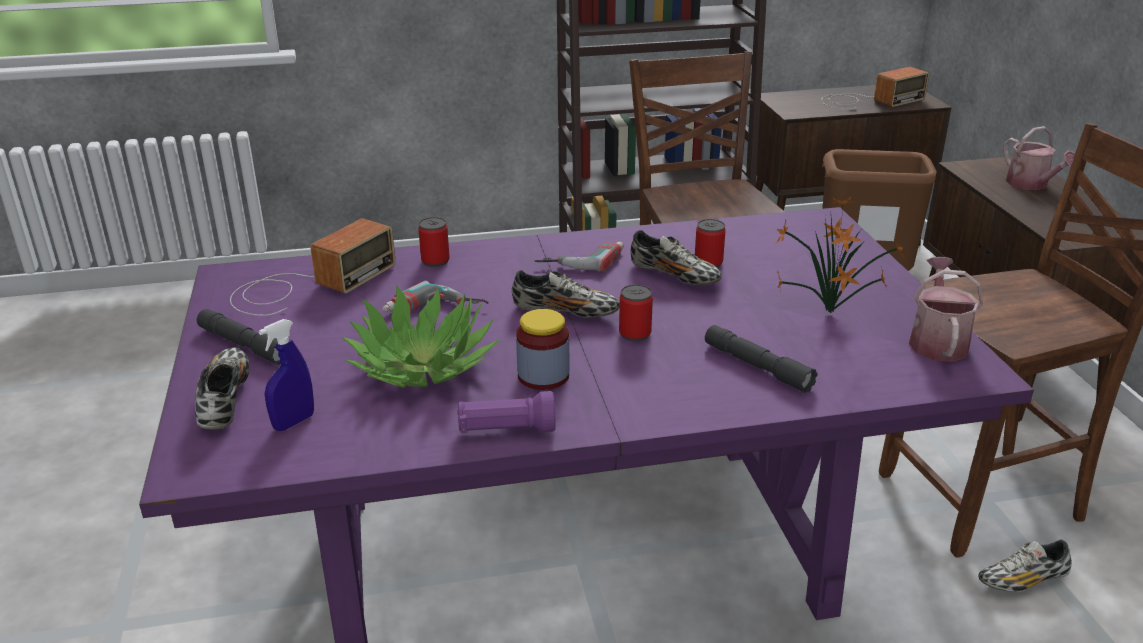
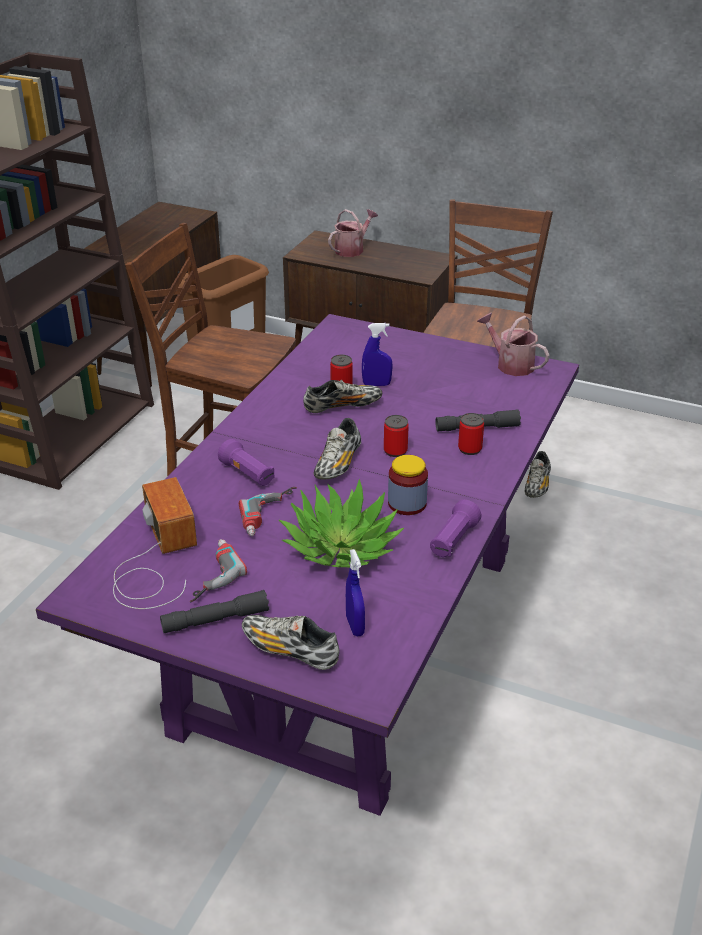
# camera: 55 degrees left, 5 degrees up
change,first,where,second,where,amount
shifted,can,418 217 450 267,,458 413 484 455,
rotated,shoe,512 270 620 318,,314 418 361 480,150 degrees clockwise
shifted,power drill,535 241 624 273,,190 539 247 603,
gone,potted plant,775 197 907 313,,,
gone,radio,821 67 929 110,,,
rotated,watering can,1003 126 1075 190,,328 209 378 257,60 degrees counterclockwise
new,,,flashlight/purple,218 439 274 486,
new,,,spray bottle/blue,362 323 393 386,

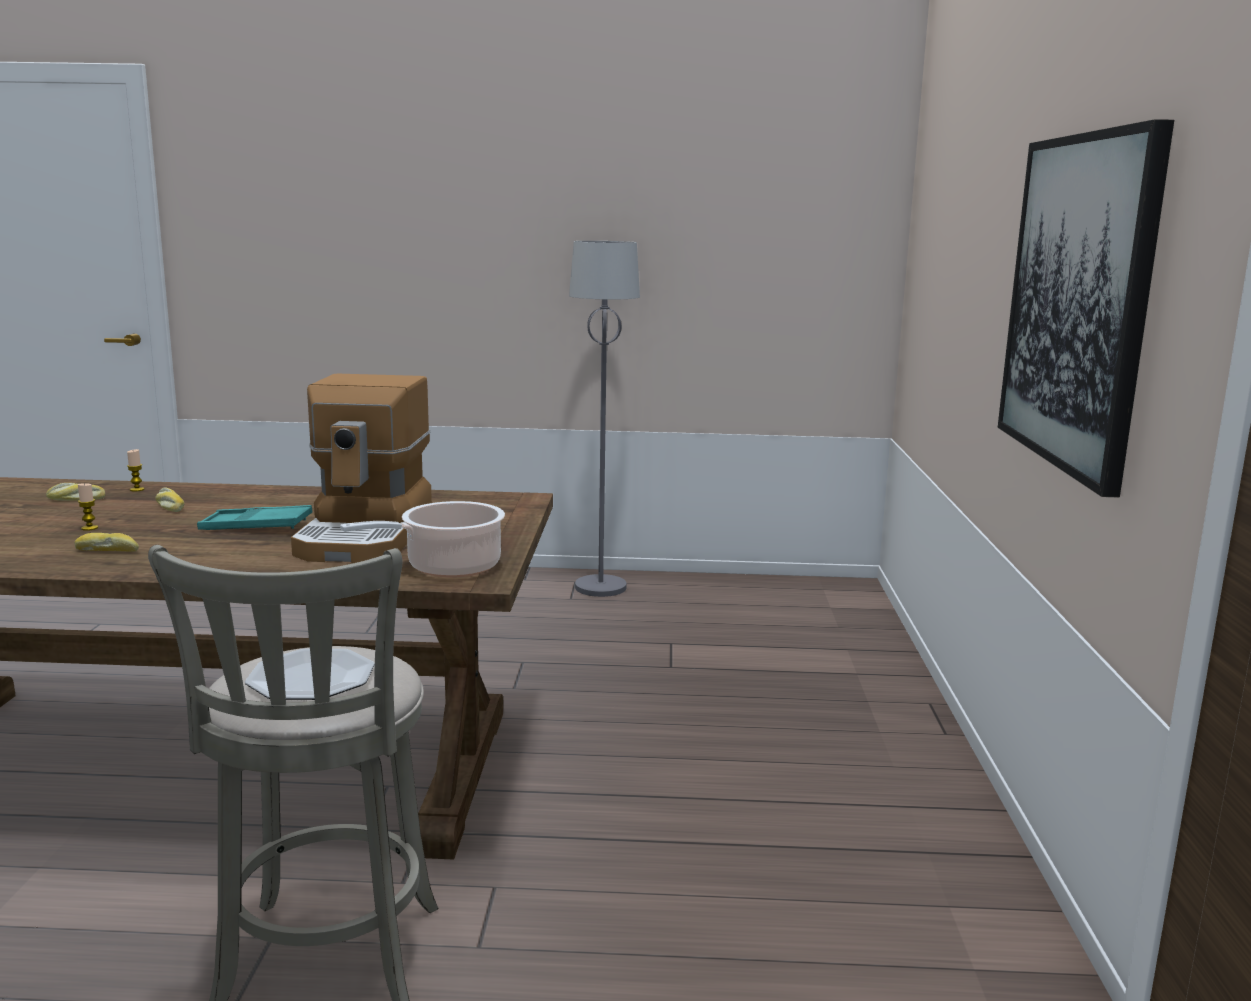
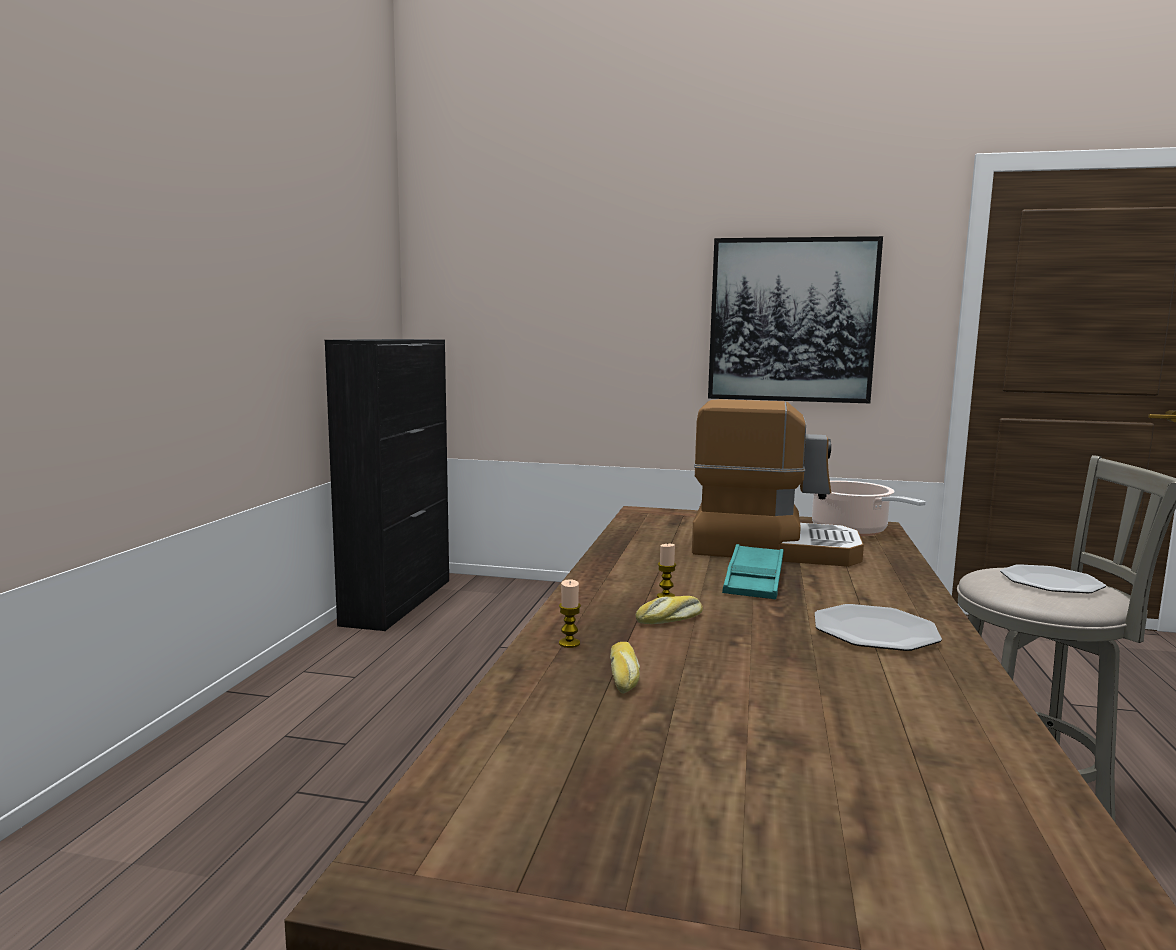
# camera: 80 degrees left, 5 degrees down
change,first,where,second,where,amount
swapped,bread,74 533 139 552,plate,815 604 942 651,
shifted,candle,78 483 98 531,,657 543 676 598,
gone,floor lamp/grey,569 241 640 597,,,
new,,,cabinet/black,325 339 449 631,

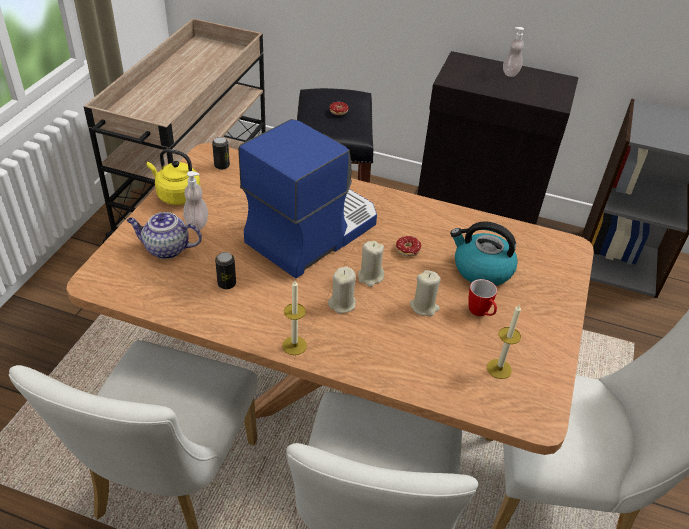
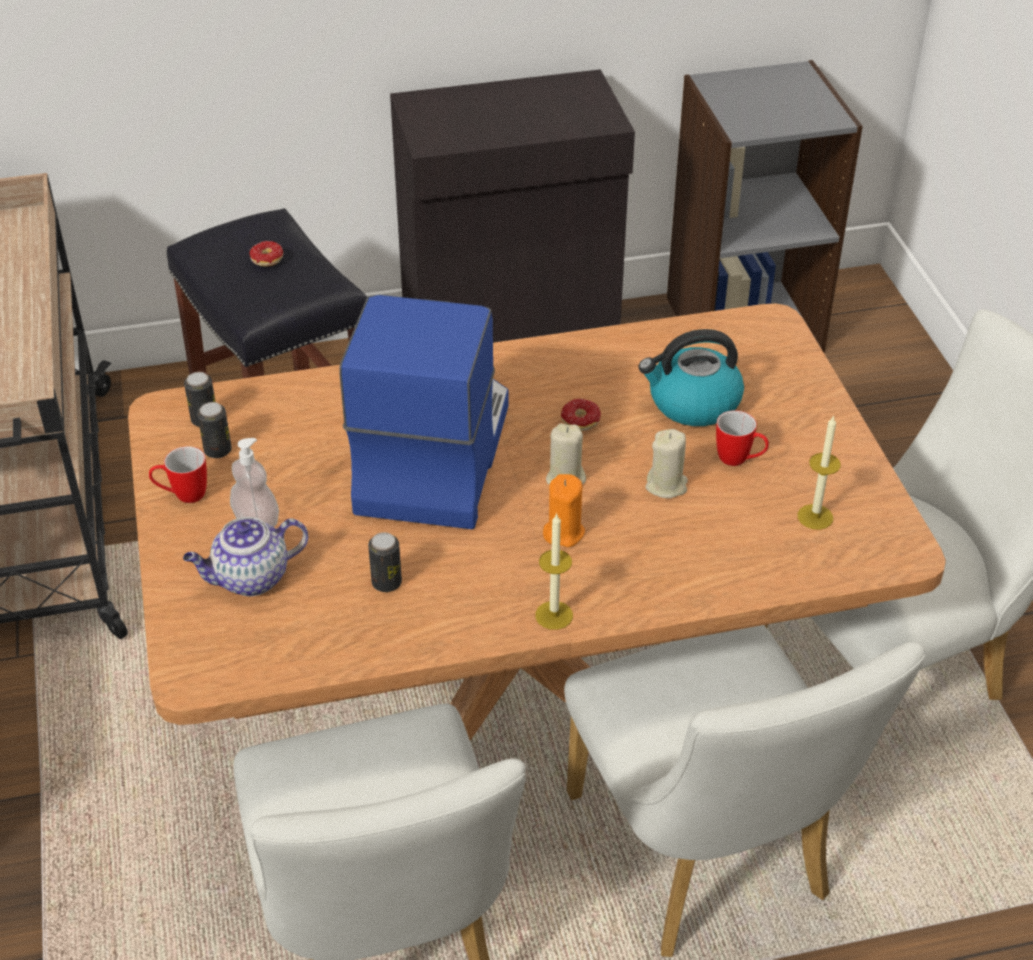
# camera: 30 degrees left, 0 degrees up
change,first,where,second,where,amount
swapped,kettle/yellow,147 149 200 205,mug,149 446 207 503,
repainted,candle/beige,328 267 356 314,candle/orange,543 474 585 547,
gone,soap dispenser,503 27 524 77,,,
new,,,can,197 402 232 458,

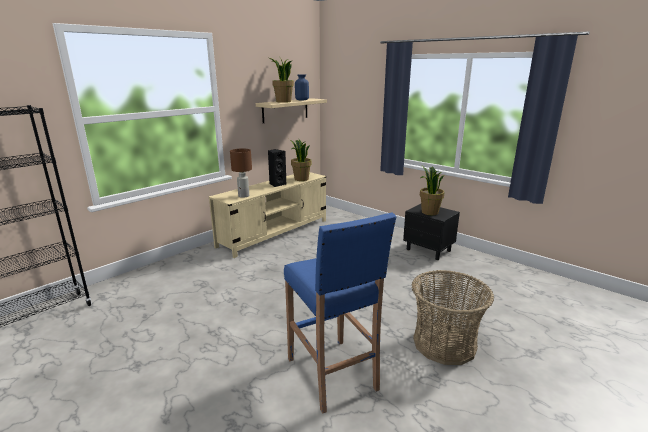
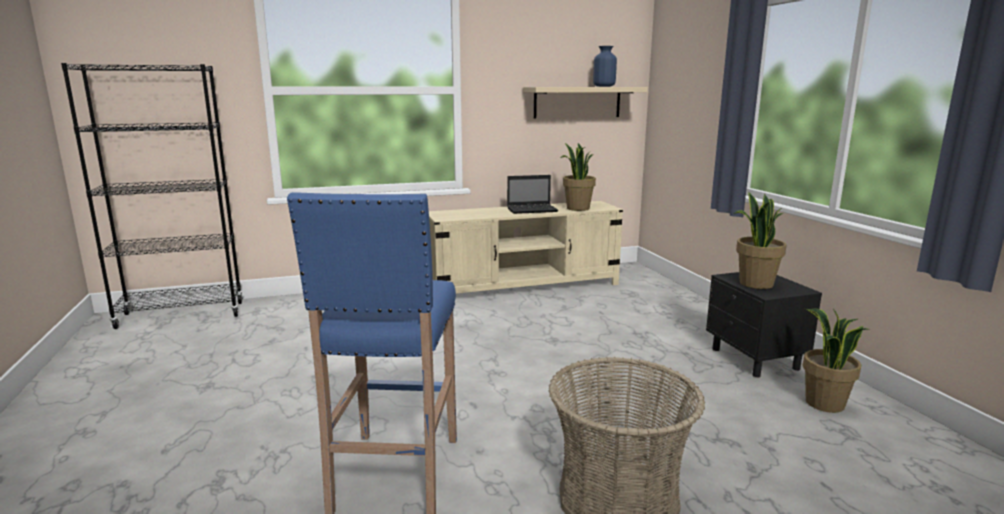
# camera: 30 degrees right, 5 degrees down
change,first,where,second,where,amount
gone,table lamp/brown,230 148 252 198,,,
swapped,speaker/black,268 149 286 187,laptop,507 175 558 214,
shifted,potted plant,269 58 294 103,,802 308 869 413,

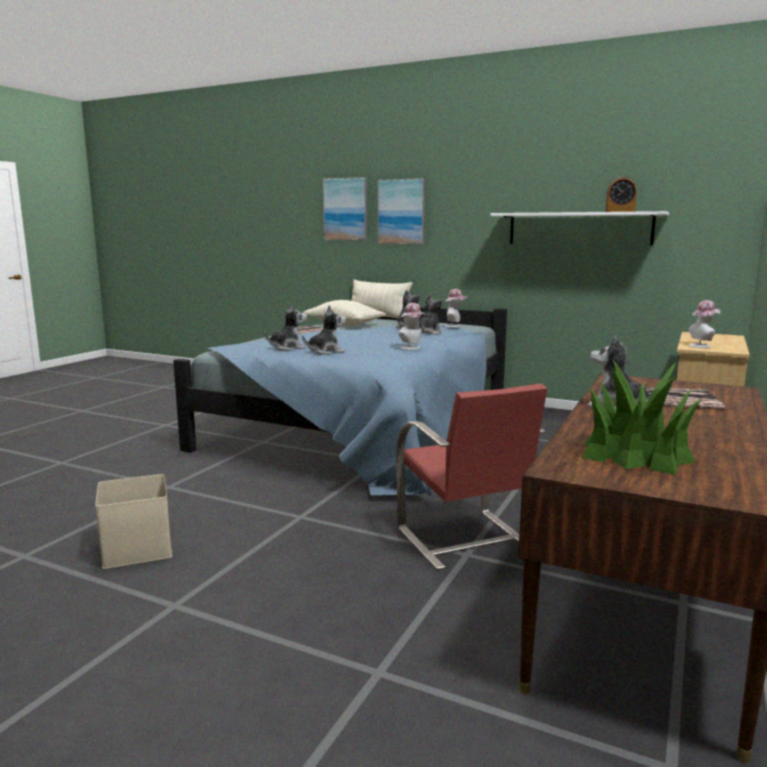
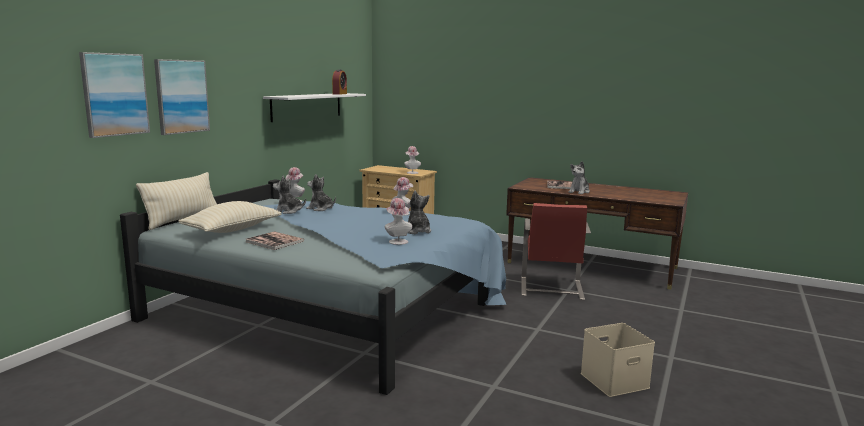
# camera: 90 degrees left, 0 degrees up
change,first,where,second,where,amount
swapped,plush toy,264 303 307 351,hat,384 198 412 245,
rotated,chair/red,396 384 547 570,,521 203 591 300,120 degrees clockwise
gone,potted plant,582 359 702 475,,,

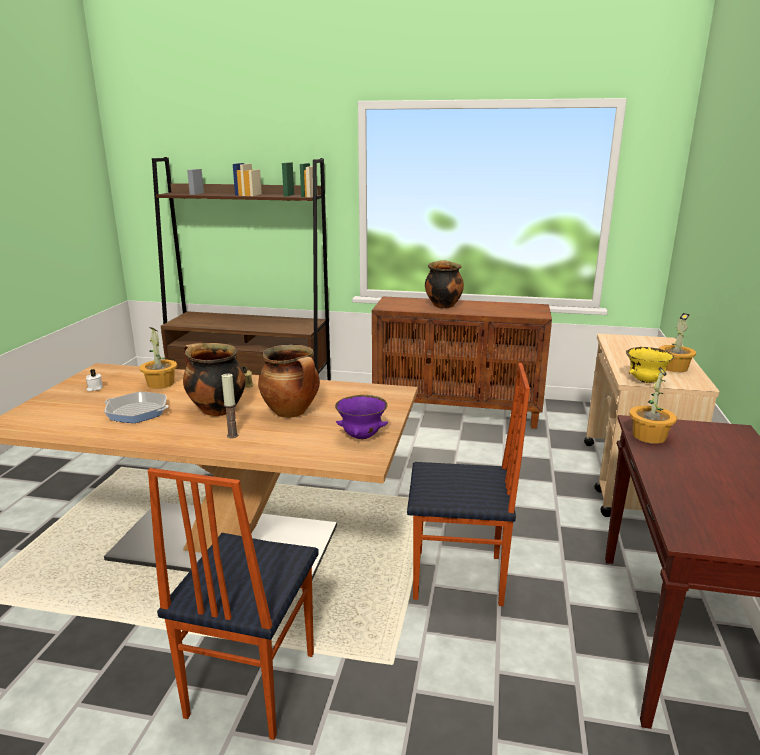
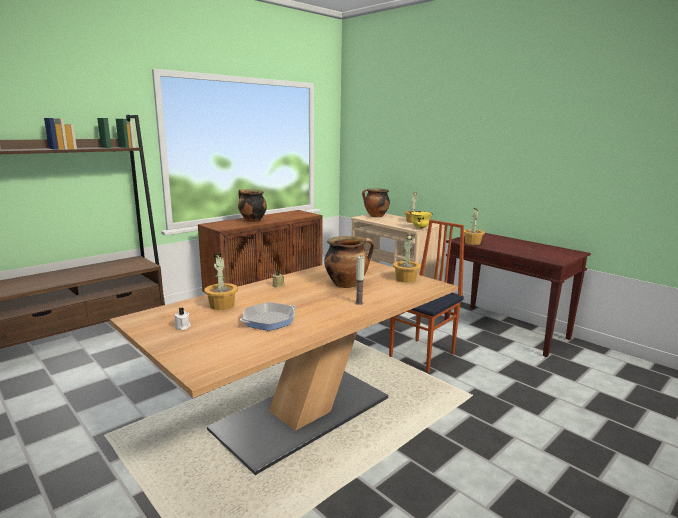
# camera: 55 degrees left, 5 degrees down
change,first,where,second,where,amount
gone,chair,147 468 319 740,,,
shifted,cooking pot,183 343 246 416,,362 188 390 217,
swapped,bowl/purple,335 395 388 439,potted plant,393 234 421 283,

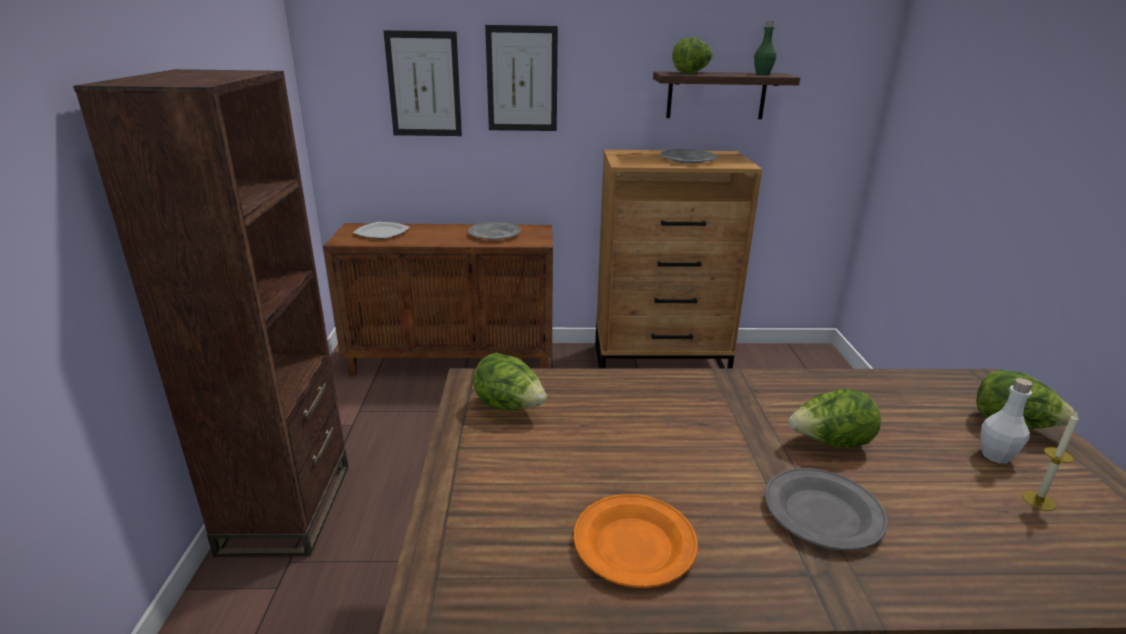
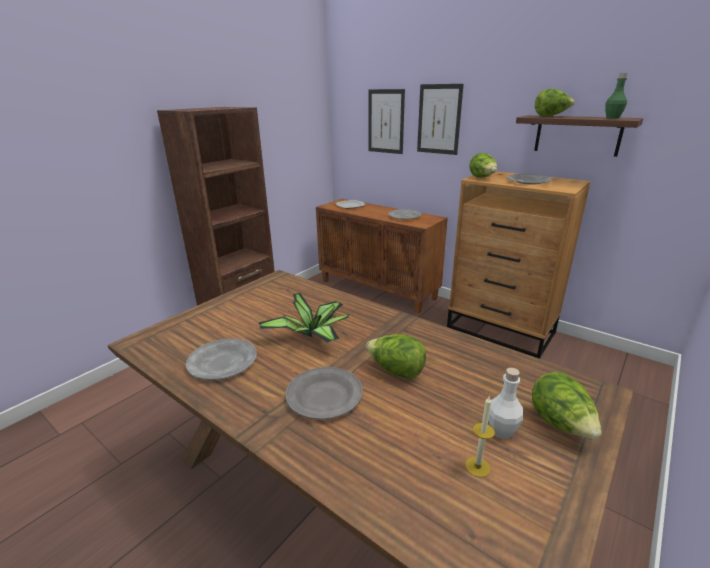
# camera: 40 degrees right, 0 degrees up
change,first,where,second,where,amount
shifted,lettuce,473 353 547 410,,469 153 497 178,
repainted,plate/orange,574 494 698 588,plate/grey,186 338 257 380,
new,,,potted plant,259 293 349 343,

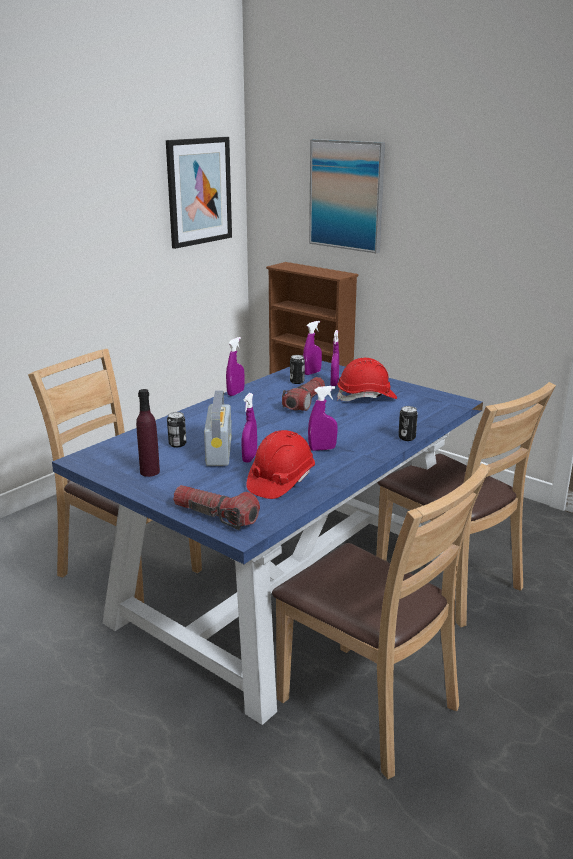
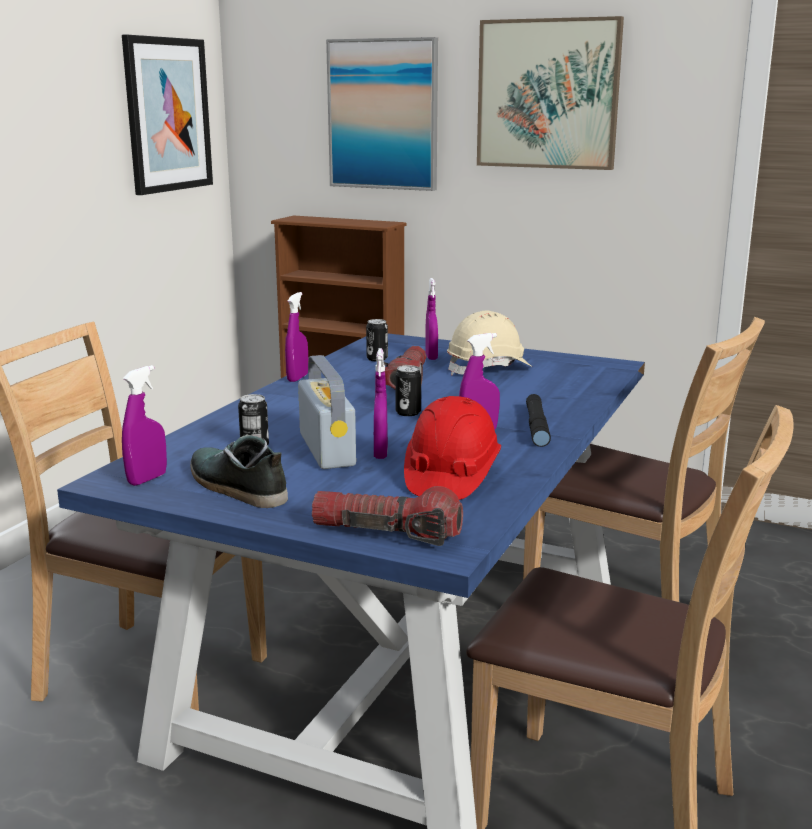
# camera: 15 degrees left, 5 degrees down
change,first,where,second,where,amount
swapped,bottle/purple,136 389 160 477,shoe,190 435 288 508,
shifted,spray bottle/purple,303 321 322 375,,122 365 167 486,
repainted,hard hat/red,337 358 397 401,hard hat/beige,447 311 532 376,
shifted,can,398 406 418 441,,395 365 421 416,
new,,,picture,477 16 624 170,
new,,,flashlight/black,526 394 551 447,

